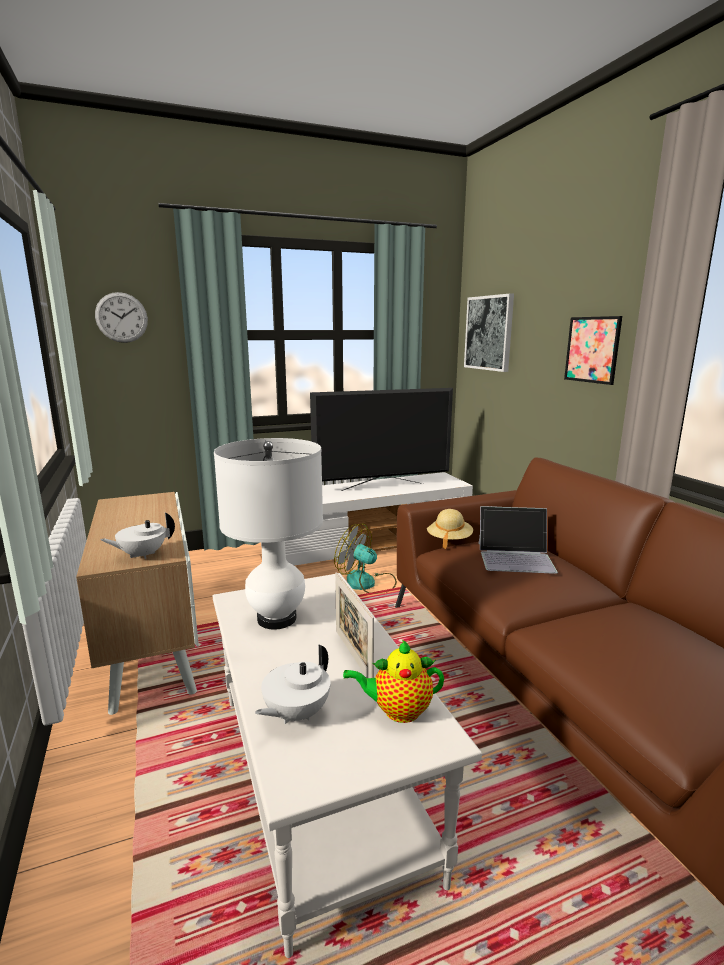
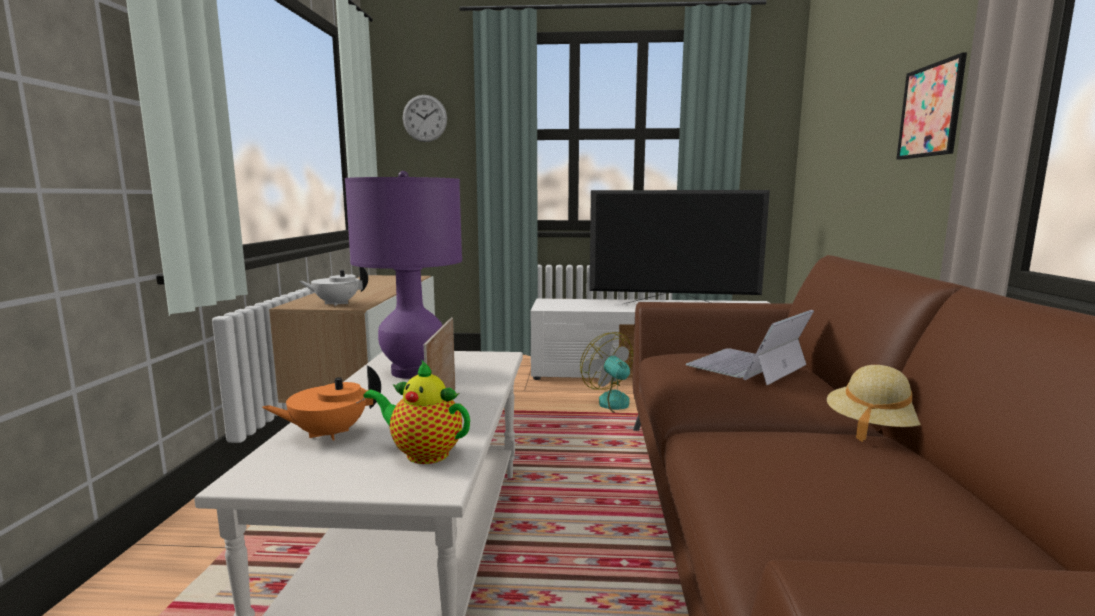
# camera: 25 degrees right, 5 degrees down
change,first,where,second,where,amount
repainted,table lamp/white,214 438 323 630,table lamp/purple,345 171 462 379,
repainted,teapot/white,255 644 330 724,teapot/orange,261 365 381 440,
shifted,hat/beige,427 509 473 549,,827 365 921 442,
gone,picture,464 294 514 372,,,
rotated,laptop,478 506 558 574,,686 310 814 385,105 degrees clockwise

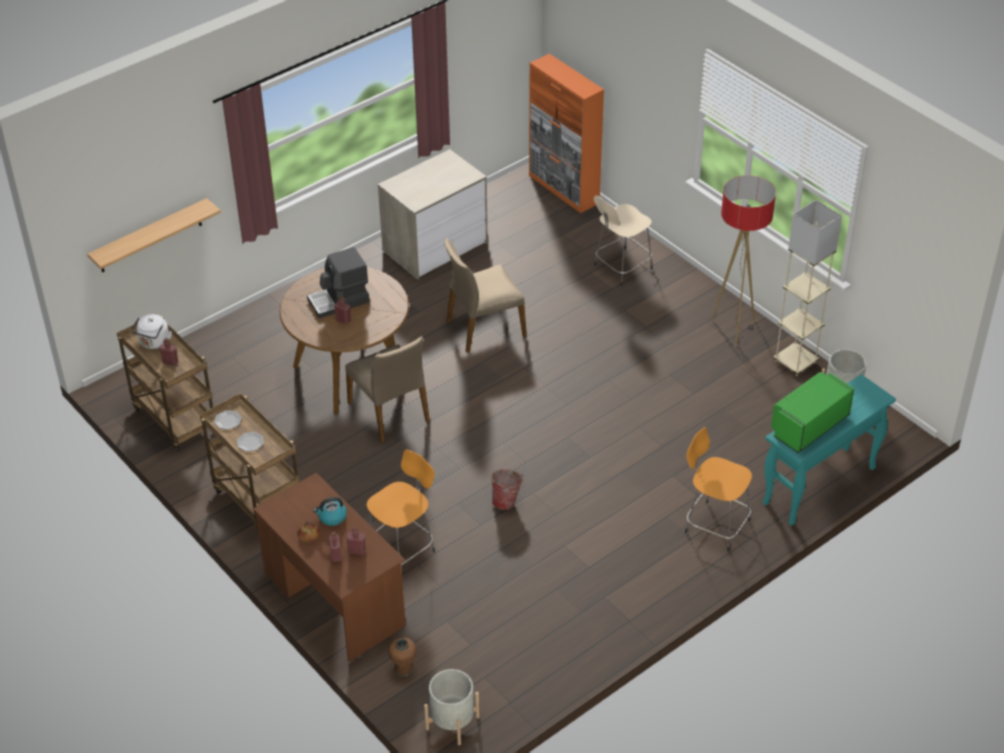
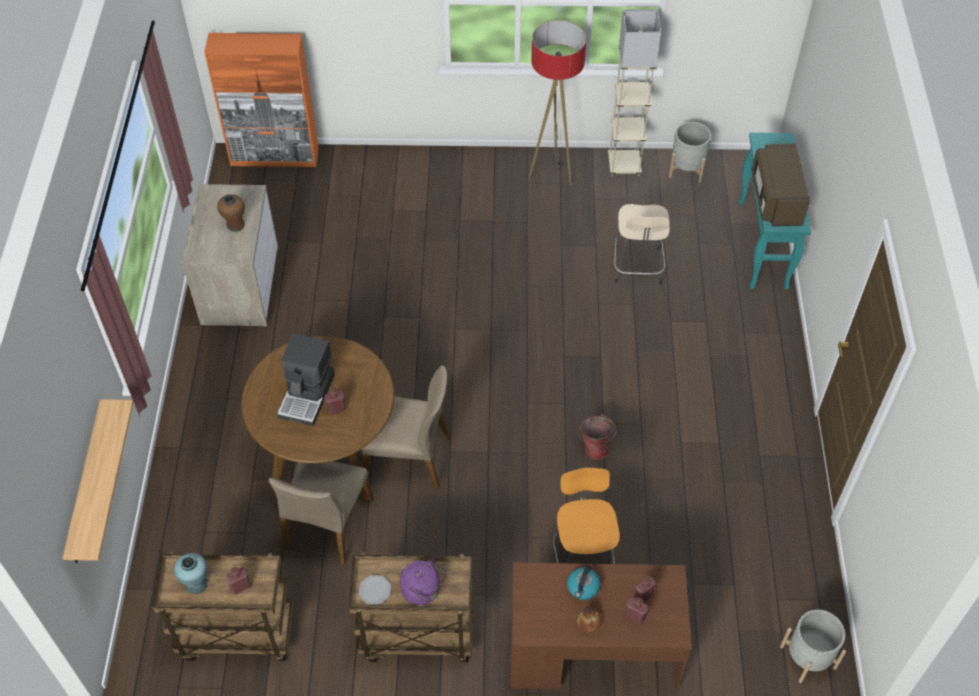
# camera: 50 degrees left, 10 degrees up
change,first,where,second,where,amount
swapped,kettle/white,131 314 172 349,vase/turquoise,174 553 208 594,
swapped,plate,237 432 264 452,kettle/purple,400 556 447 605,
shifted,vase/brown,388 637 416 677,,217 194 245 232,
shifted,chair/beige,444 238 526 353,,269 461 373 565,
shifted,stool/beige,594 196 653 286,,614 204 670 284,
gone,stool/orange,685 427 752 552,,,
repainted,microwave/green,771 372 854 453,microwave/brown,752 144 810 226,

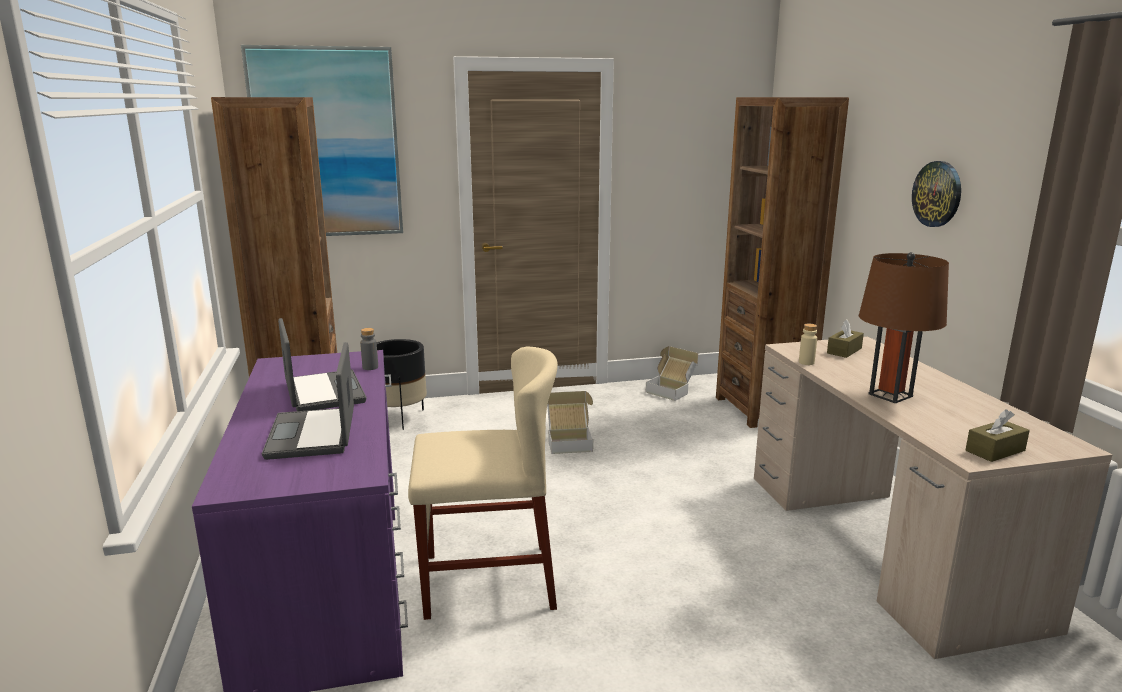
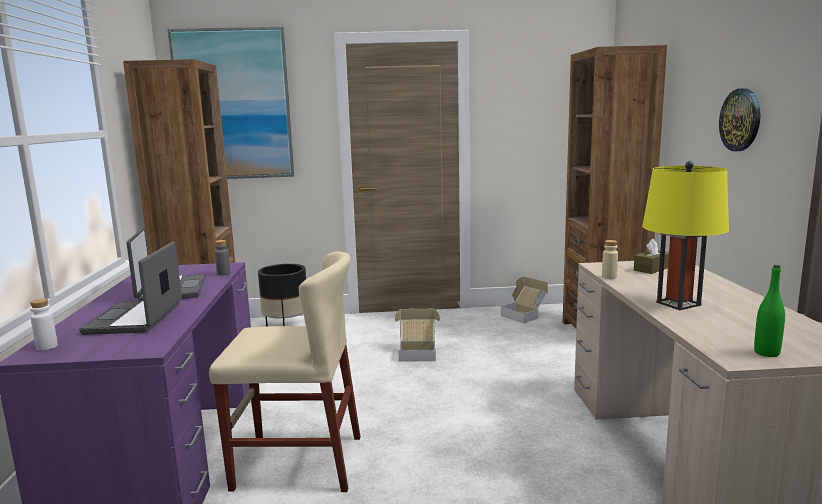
# camera: 10 degrees right, 5 degrees down
change,first,where,second,where,amount
repainted,table lamp/brown,859 252 949 403,table lamp/yellow,642 161 729 310,
swapped,tissue box/brown,966 409 1030 462,bottle/green,754 265 785 357,
new,,,bottle/white,30 299 58 350,

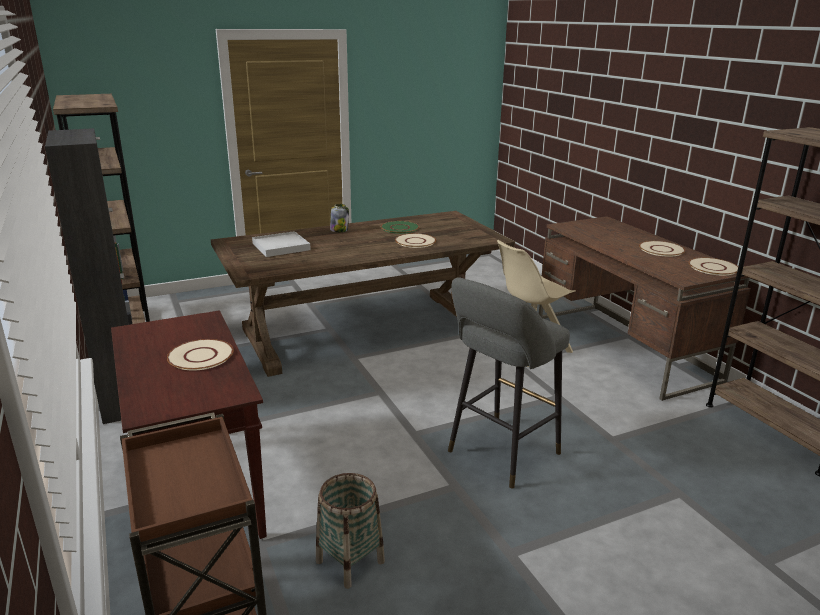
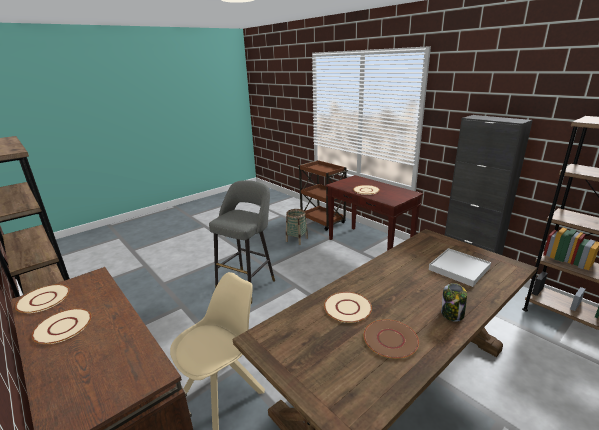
# camera: 165 degrees right, 0 degrees up
change,first,where,second,where,amount
repainted,plate/green,381 221 419 234,plate/brown,364 319 419 359,

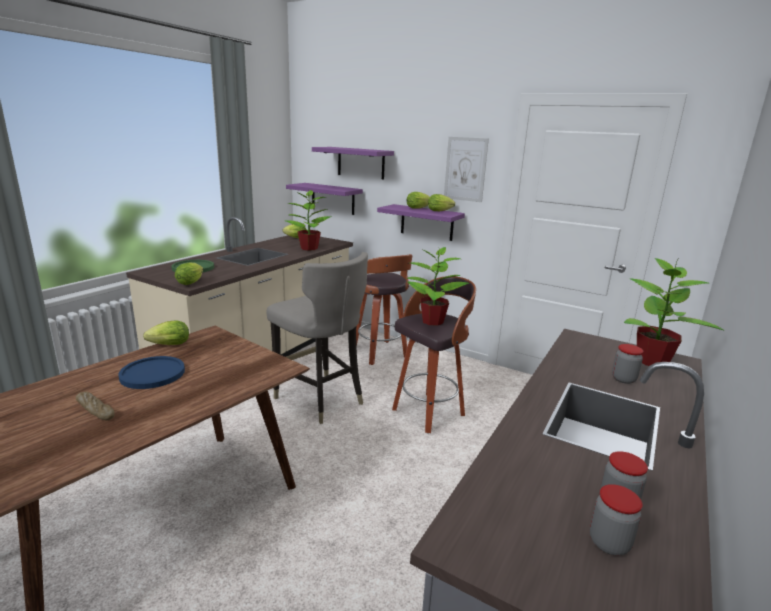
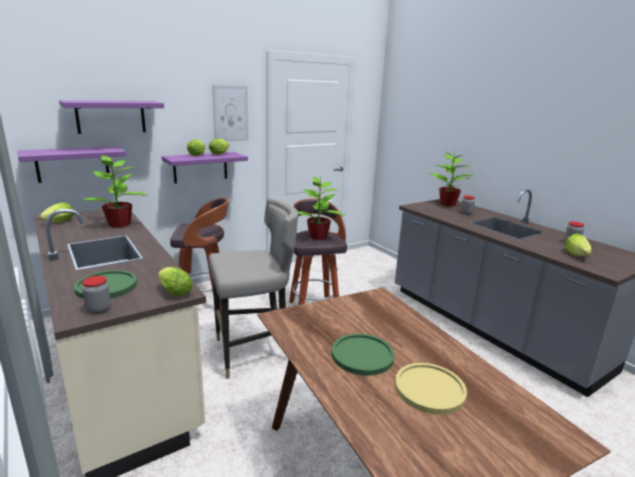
# camera: 65 degrees left, 0 degrees up
change,first,where,second,where,amount
swapped,bread,76 392 115 420,plate/yellow,395 363 467 415,
repainted,plate/blue,118 356 185 389,plate/green,332 334 394 376,
shifted,lettuce,143 321 189 345,,564 233 591 256,
shifted,jar,590 484 643 556,,82 276 111 314,

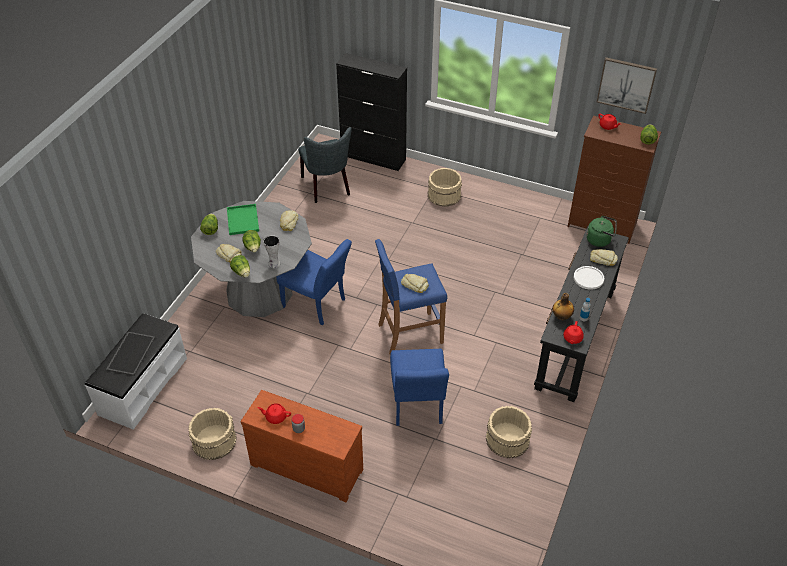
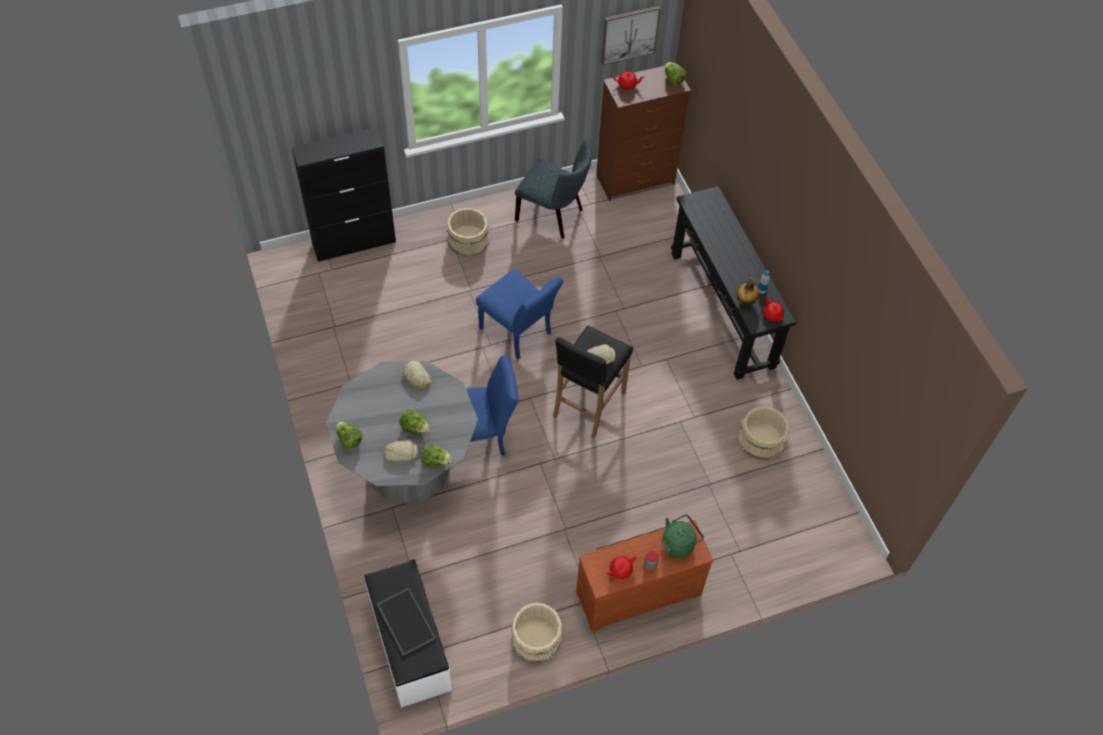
# camera: 45 degrees left, 10 degrees up
change,first,where,second,where,amount
gone,tray/green,227 204 259 235,,,
gone,vase,263 235 281 268,,,
shifted,chair/grey,298 127 352 203,,515 137 592 239,
repainted,stool/blue,375 239 448 354,stool/black,553 325 633 438,
shifted,chair/blue,390 349 449 426,,476 269 564 359,
gone,plate/white,574 266 604 290,,,
shifted,kettle/green,586 216 617 247,,662 514 704 558,
gone,bread,590 249 618 266,,,

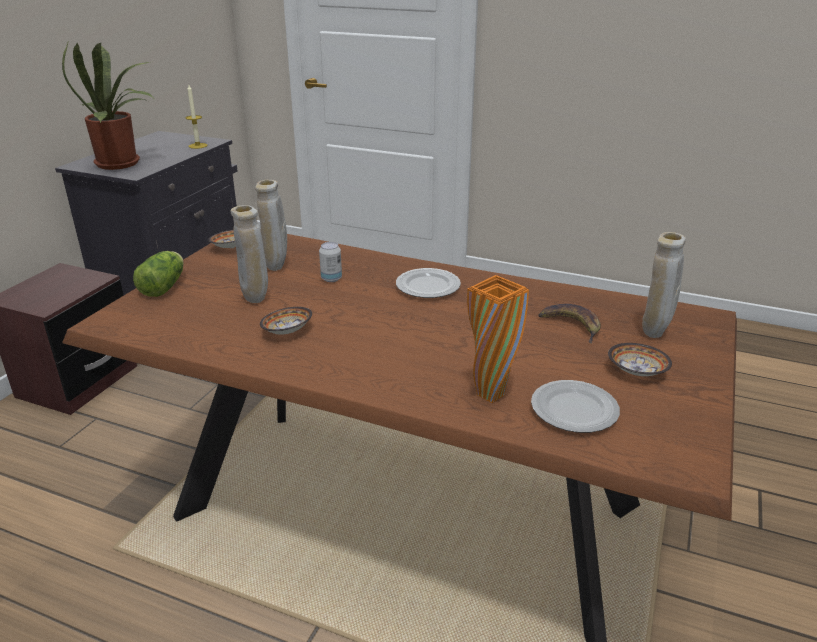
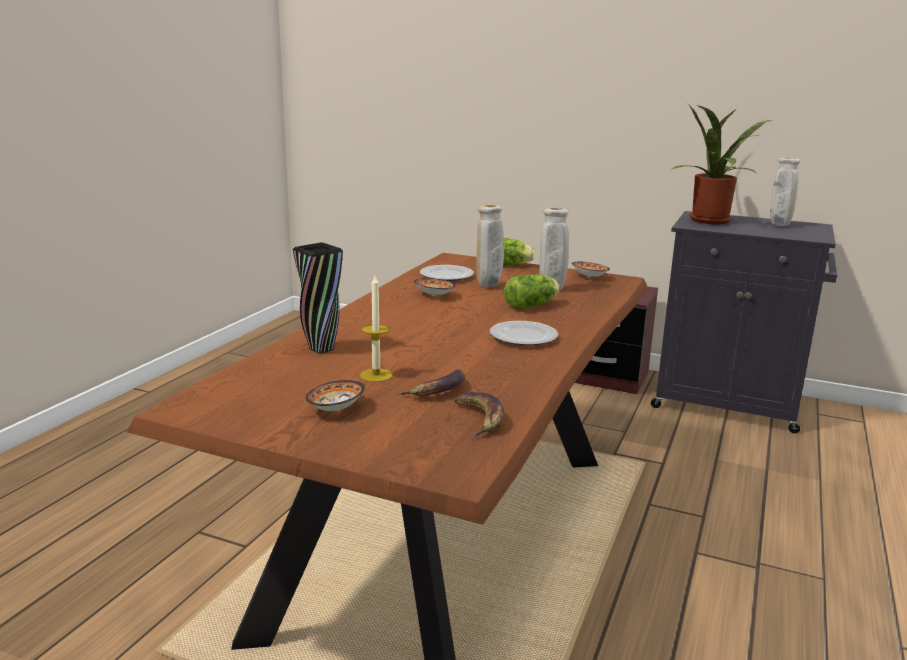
# camera: 90 degrees right, 10 degrees down
change,first,where,second,where,amount
shifted,candle,186 85 208 149,,360 276 392 382,
swapped,can,319 242 342 282,lettuce,504 274 560 310,
repainted,vase/orange,467 275 529 403,vase/black,293 242 343 354,
shifted,plate,531 380 620 433,,420 265 474 281,
shifted,vase/beige,642 232 686 338,,770 157 800 226,
new,,,banana,454 392 504 439,

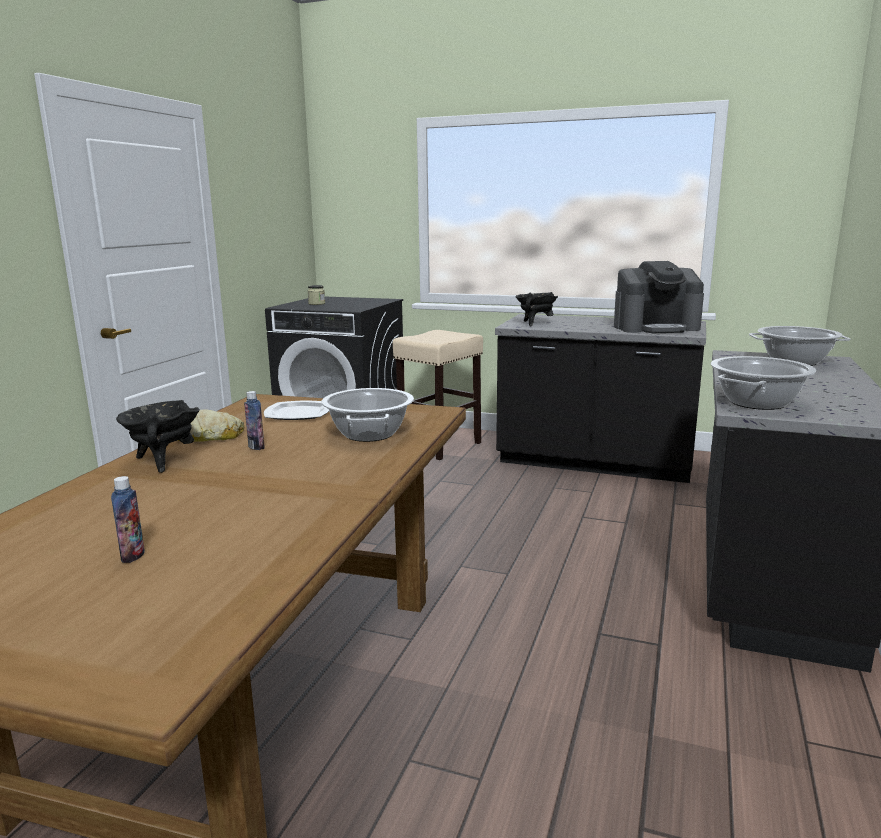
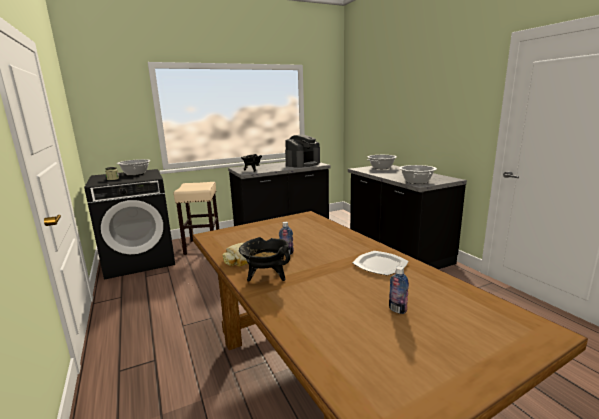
# camera: 45 degrees left, 0 degrees up
change,first,where,second,where,amount
shifted,plate,264 400 329 420,,353 251 408 275,
shifted,cooking pot,321 388 414 442,,117 159 151 175,

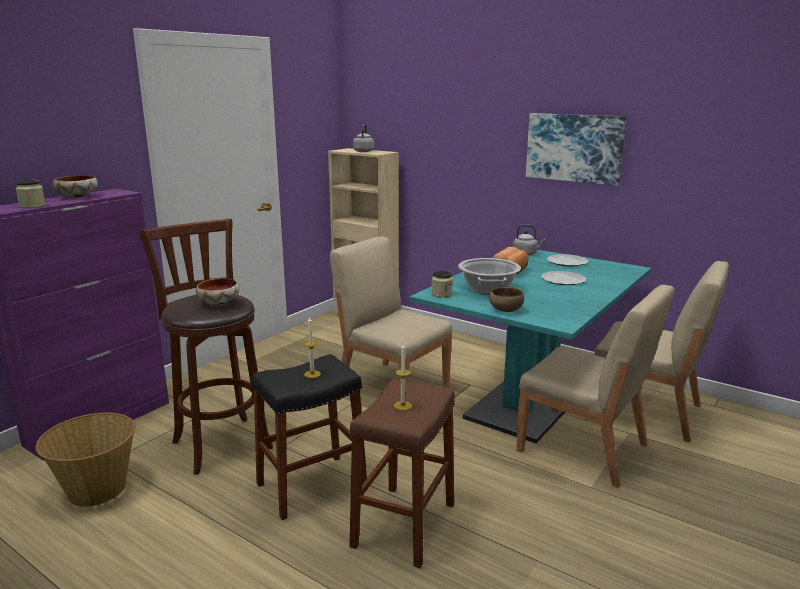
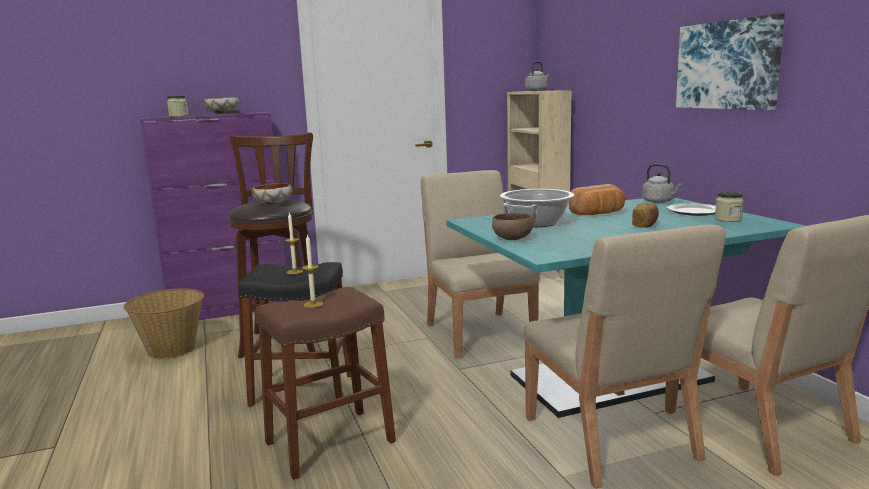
# camera: 35 degrees right, 5 degrees down
change,first,where,second,where,amount
shifted,jar,431 270 453 298,,715 192 744 222,
swapped,plate,541 271 587 285,bread,632 203 659 228,

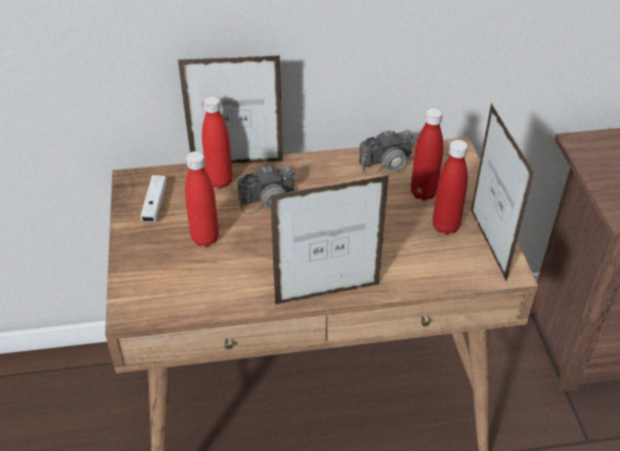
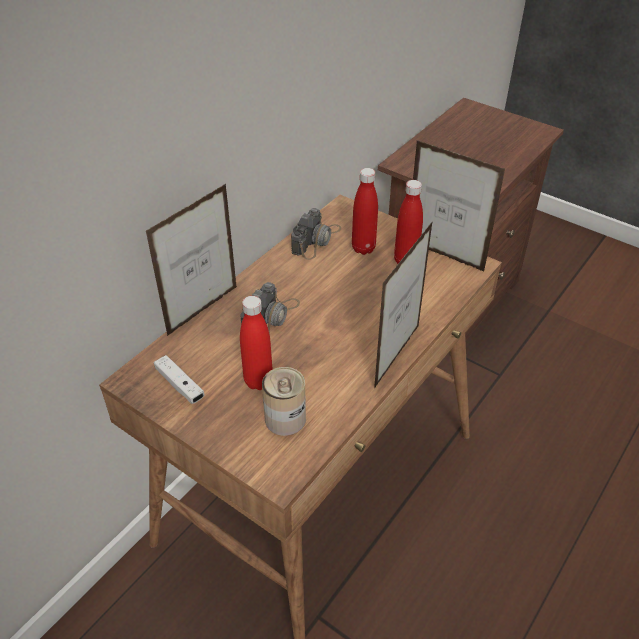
# camera: 45 degrees left, 0 degrees up
change,first,where,second,where,amount
gone,bottle/red,202 96 233 188,,,
new,,,can,262 367 306 436,

